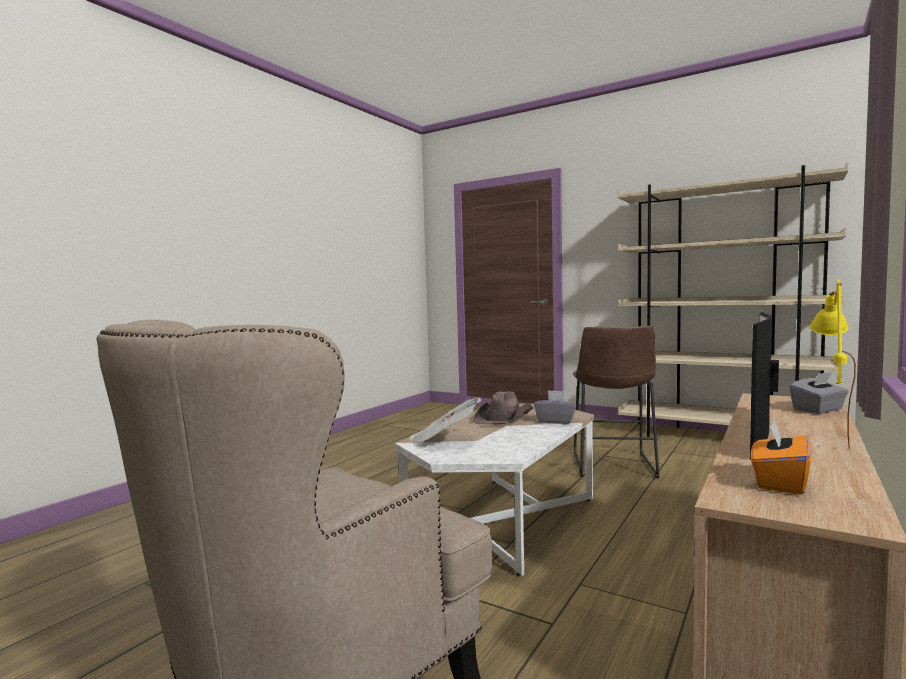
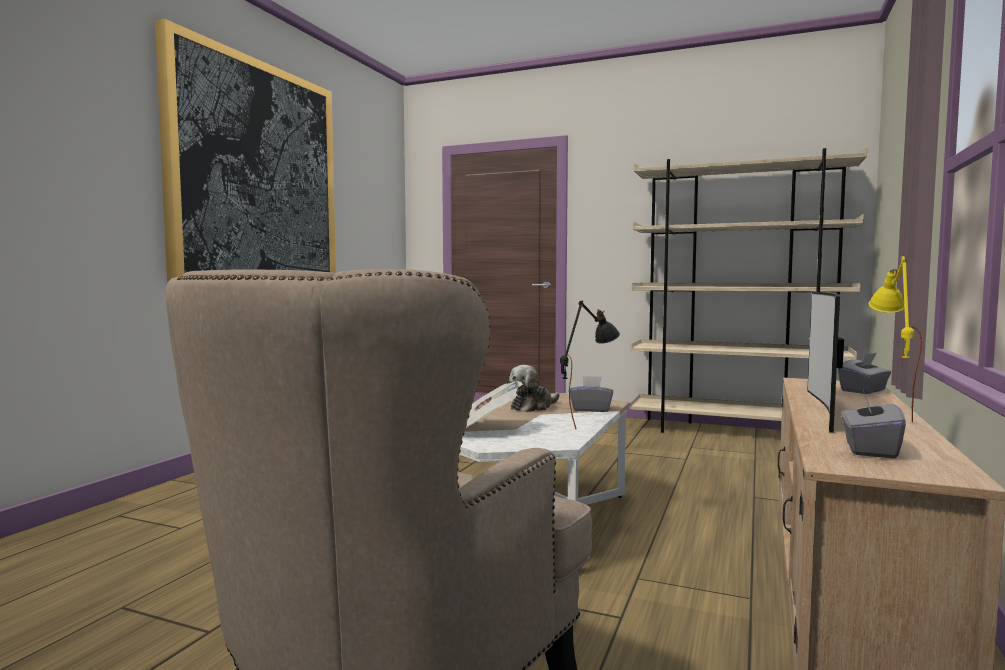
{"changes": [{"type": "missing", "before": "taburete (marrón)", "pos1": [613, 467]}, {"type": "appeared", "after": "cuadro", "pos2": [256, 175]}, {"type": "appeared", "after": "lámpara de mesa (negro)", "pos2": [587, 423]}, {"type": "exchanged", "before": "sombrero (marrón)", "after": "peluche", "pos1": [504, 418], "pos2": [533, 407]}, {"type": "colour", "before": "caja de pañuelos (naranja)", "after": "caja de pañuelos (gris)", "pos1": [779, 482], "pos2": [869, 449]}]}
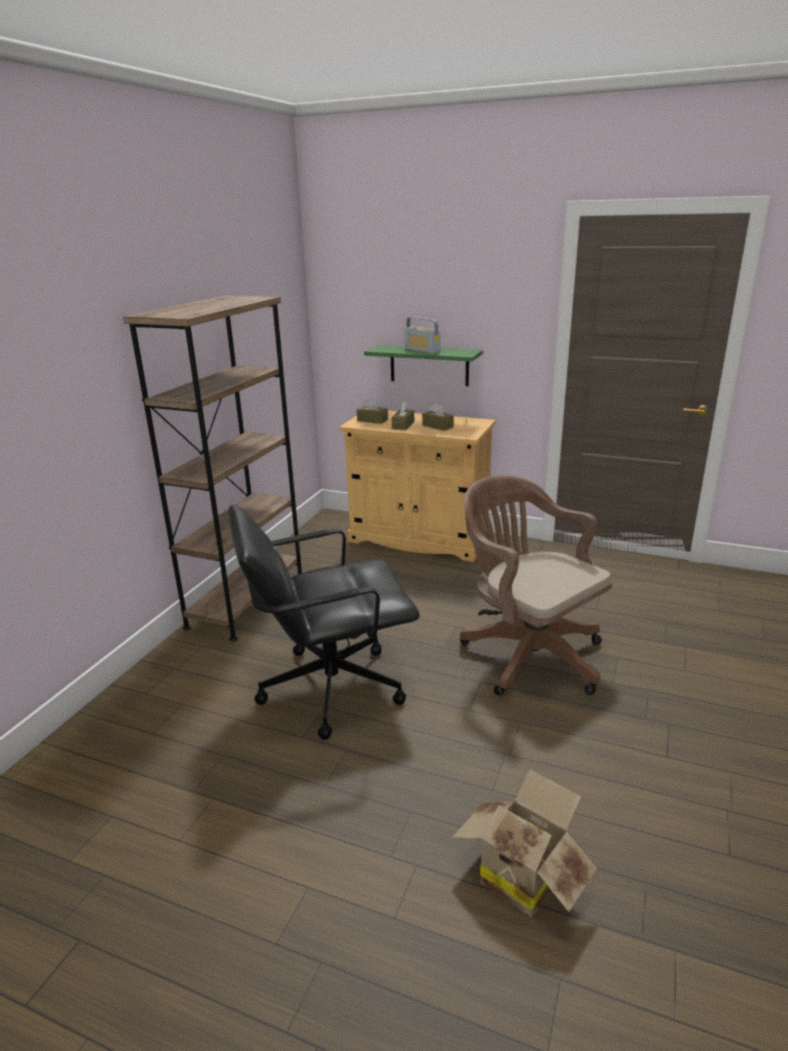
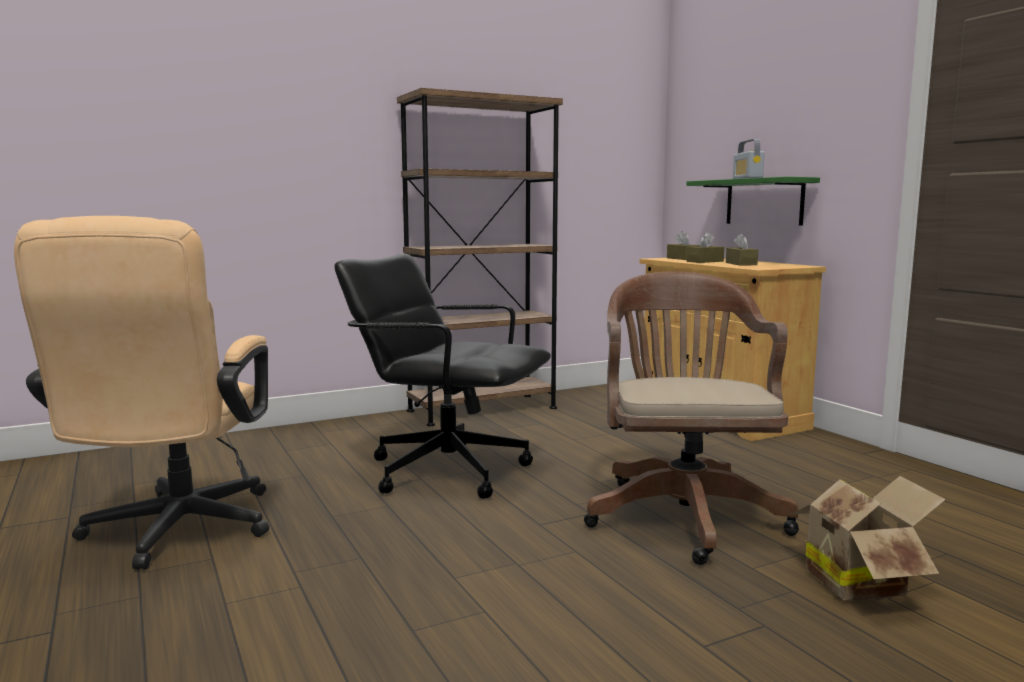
{"changes": [{"type": "appeared", "after": "silla de oficina (beis)", "pos2": [174, 533]}, {"type": "relocated", "before": "caja de cartón", "pos1": [522, 874], "pos2": [859, 582]}]}
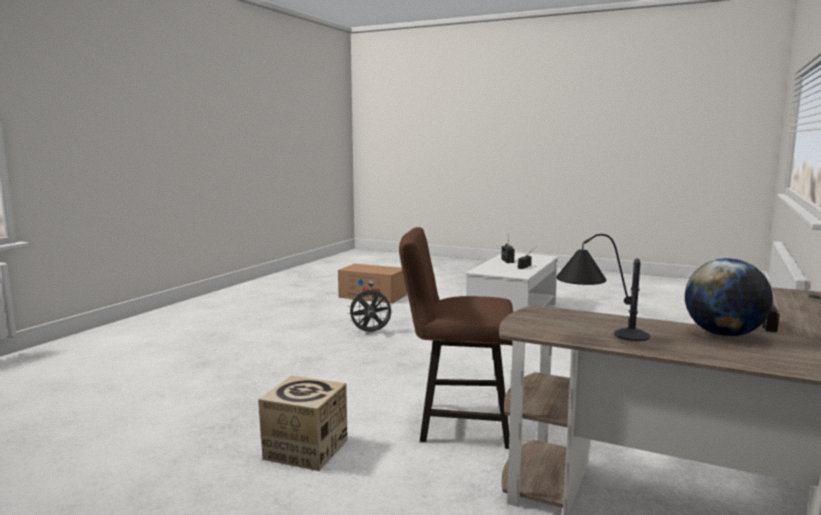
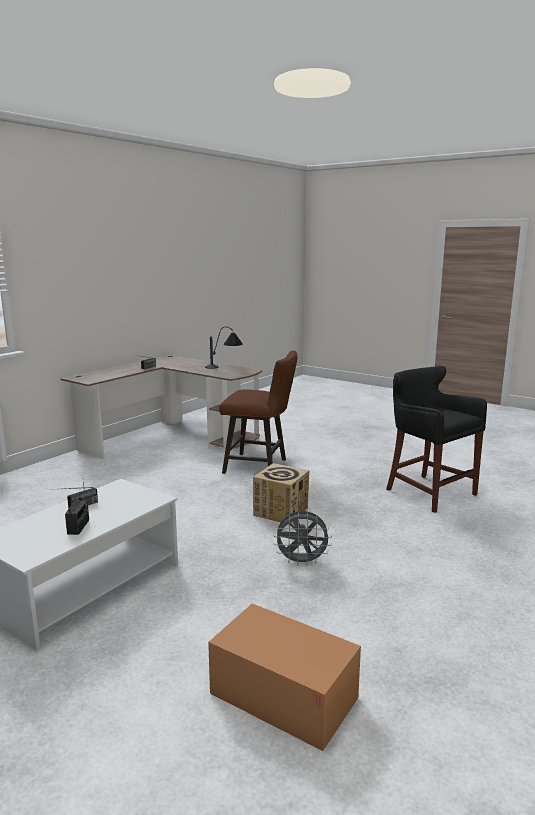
{"changes": [{"type": "missing", "before": "globo terráqueo", "pos1": [723, 334]}, {"type": "appeared", "after": "taburete (negro)", "pos2": [427, 491]}, {"type": "relocated", "before": "caja de cartón", "pos1": [305, 449], "pos2": [281, 511]}]}
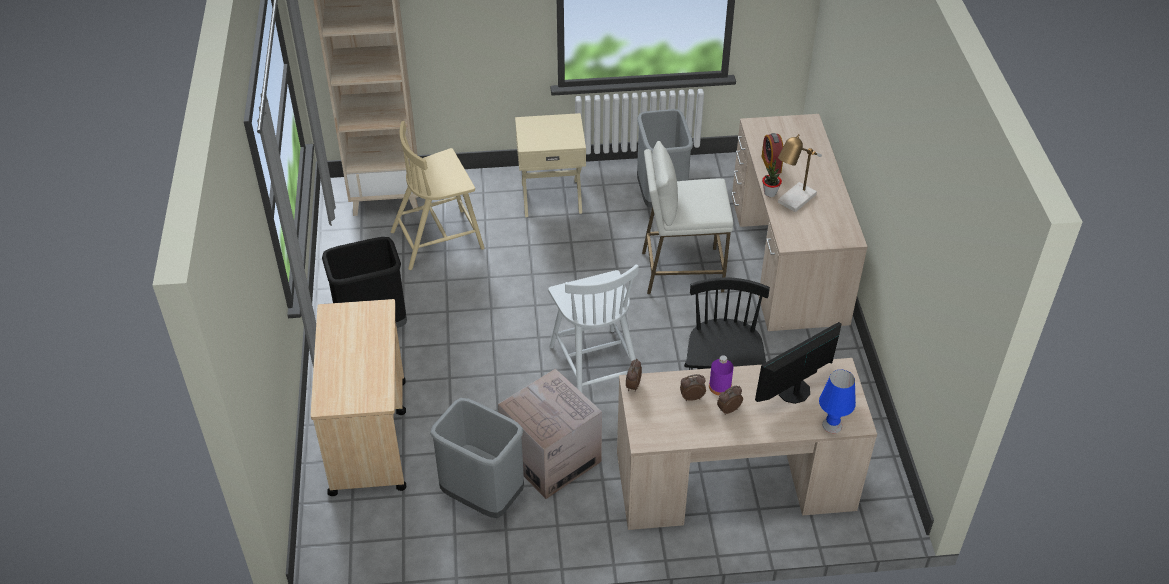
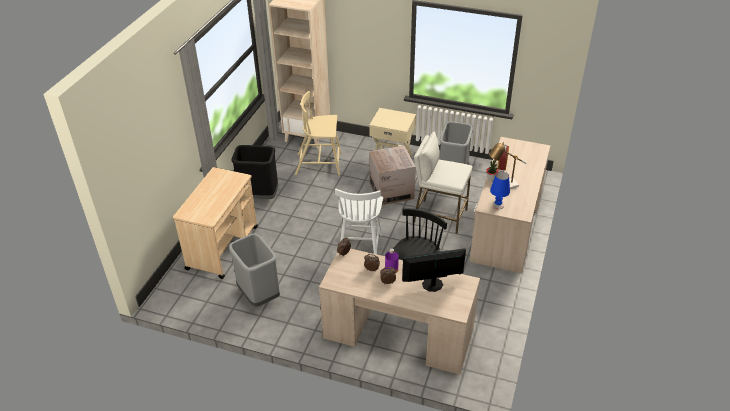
{"changes": [{"type": "relocated", "before": "caja de cartón", "pos1": [551, 457], "pos2": [391, 191]}, {"type": "relocated", "before": "lámpara de mesa (azul)", "pos1": [832, 425], "pos2": [498, 205]}]}
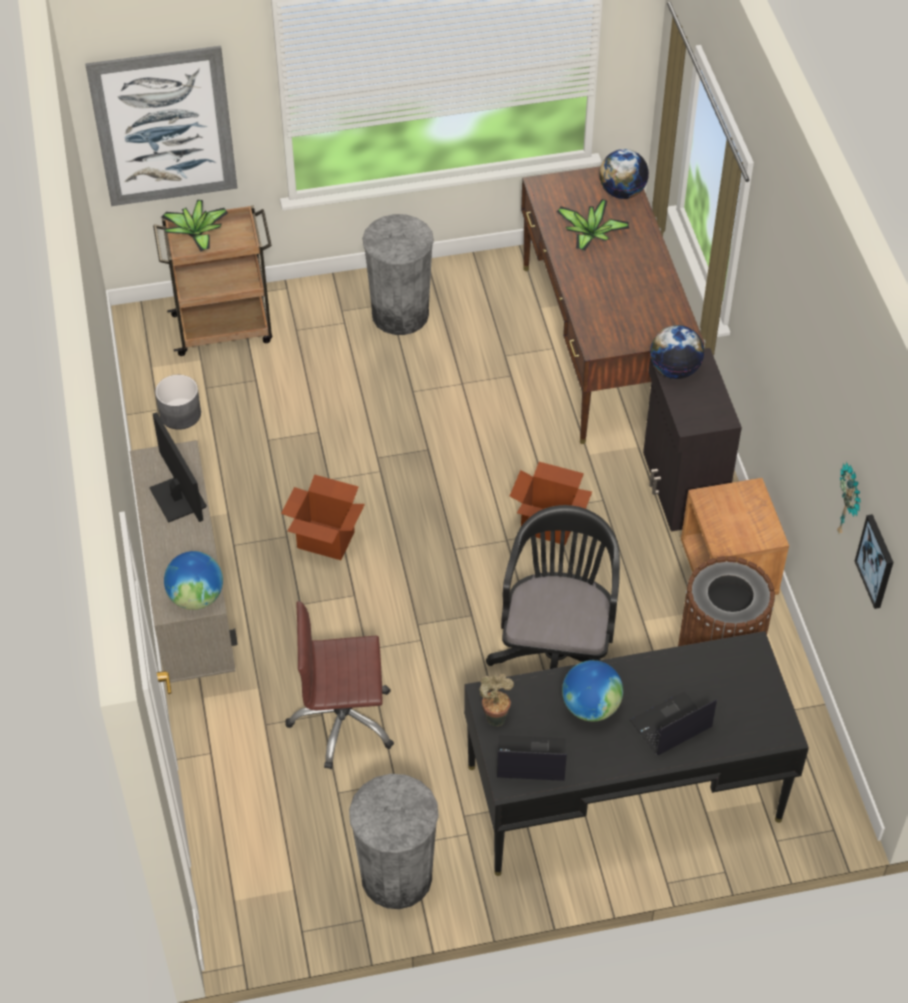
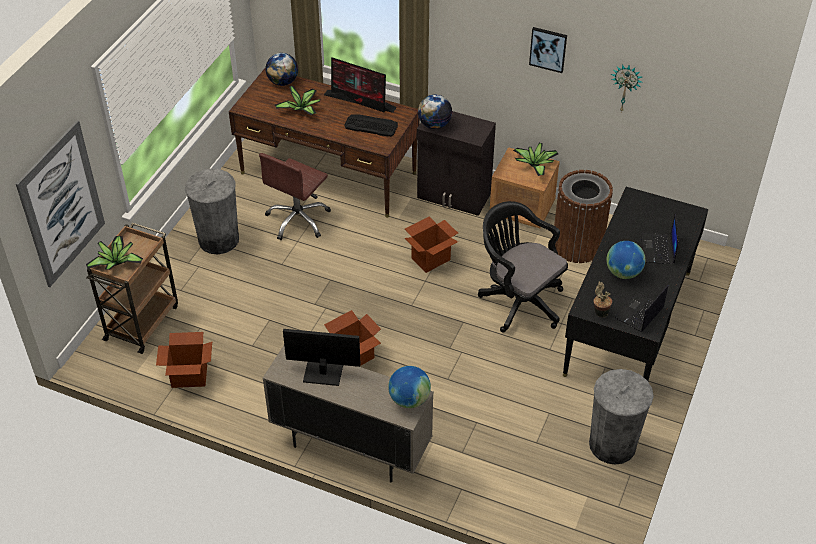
{"changes": [{"type": "appeared", "after": "monitor", "pos2": [360, 101]}, {"type": "appeared", "after": "teclado", "pos2": [371, 125]}, {"type": "appeared", "after": "planta en maceta", "pos2": [535, 165]}, {"type": "relocated", "before": "silla de oficina (marrón)", "pos1": [343, 722], "pos2": [298, 220]}, {"type": "relocated", "before": "cuadro", "pos1": [876, 561], "pos2": [548, 49]}, {"type": "exchanged", "before": "maceta (gris)", "after": "caja de cartón", "pos1": [180, 414], "pos2": [189, 376]}]}
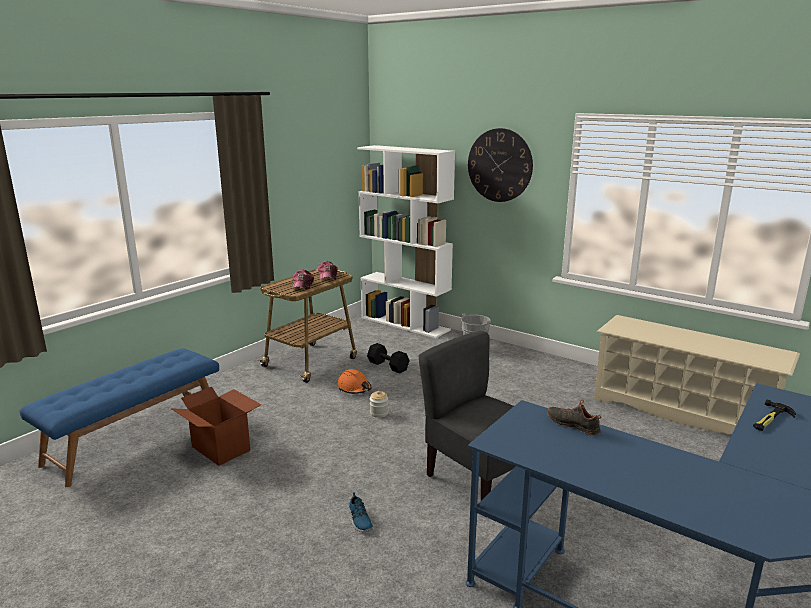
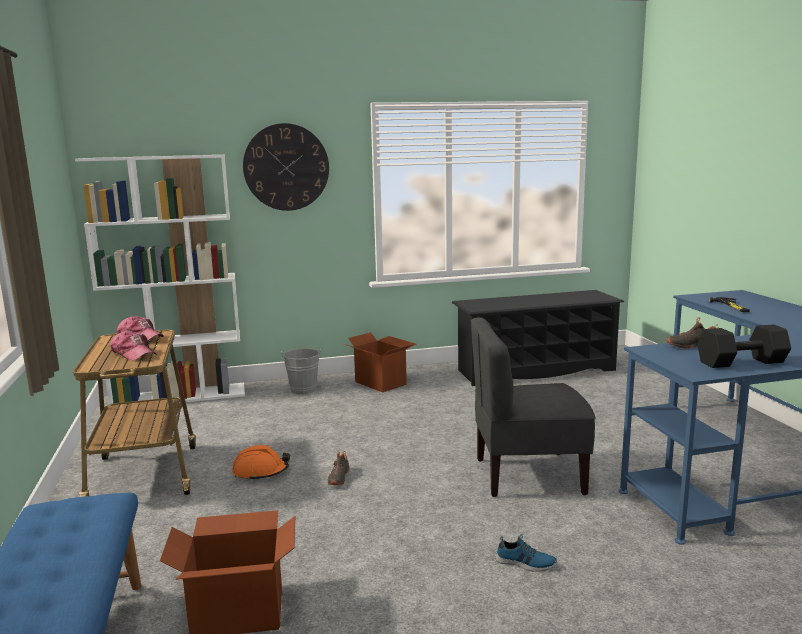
{"changes": [{"type": "appeared", "after": "caja de cartón", "pos2": [381, 383]}, {"type": "relocated", "before": "mancuerna (negro)", "pos1": [387, 366], "pos2": [741, 363]}, {"type": "exchanged", "before": "tarro", "after": "zapato (negro)", "pos1": [379, 413], "pos2": [338, 478]}, {"type": "colour", "before": "zapatero (beis)", "after": "zapatero (negro)", "pos1": [682, 412], "pos2": [535, 370]}]}
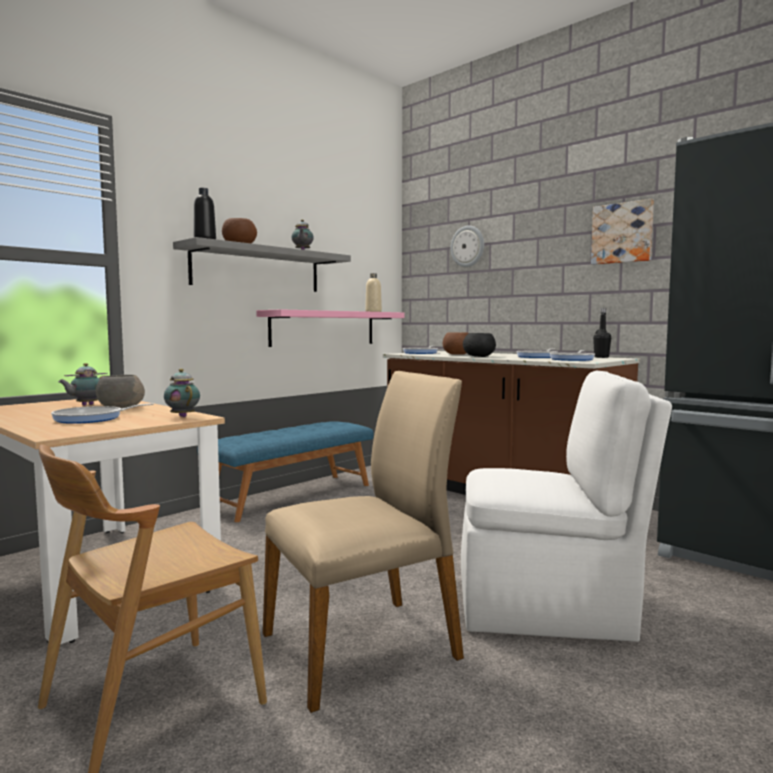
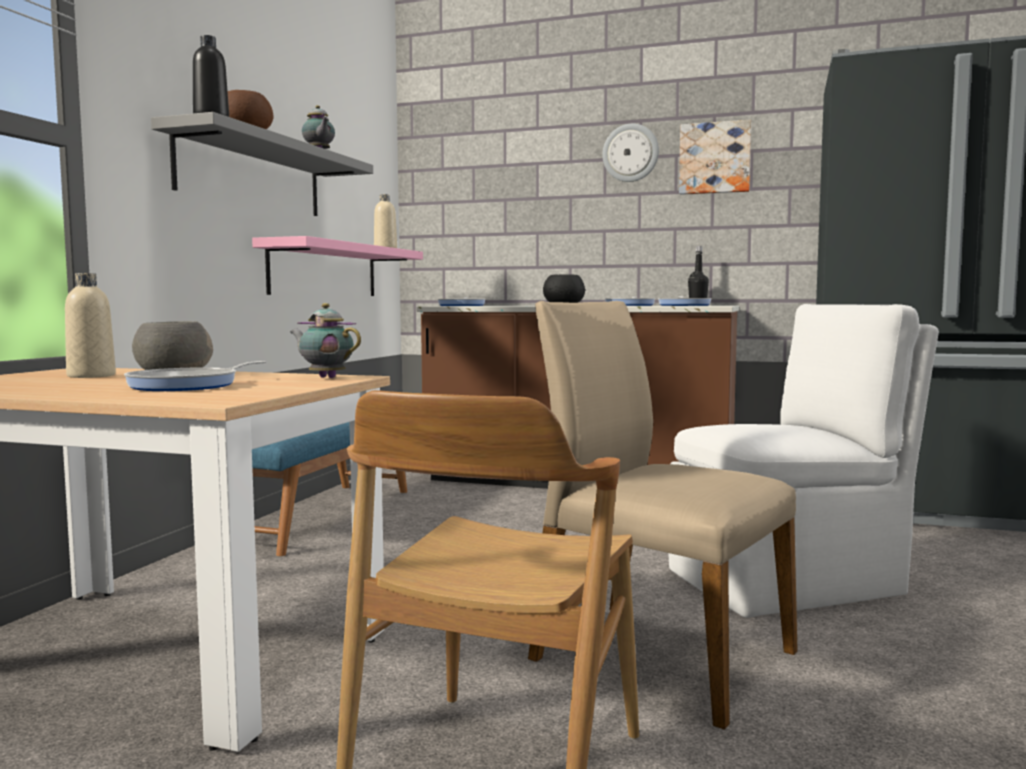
{"changes": [{"type": "missing", "before": "cuenco (marrón)", "pos1": [457, 354]}, {"type": "relocated", "before": "reloj de pared", "pos1": [467, 246], "pos2": [630, 153]}, {"type": "exchanged", "before": "tetera", "after": "botella (beis)", "pos1": [86, 405], "pos2": [91, 376]}, {"type": "spun", "before": "silla (beis)", "pos1": [363, 646], "pos2": [658, 655], "turn": -90}]}
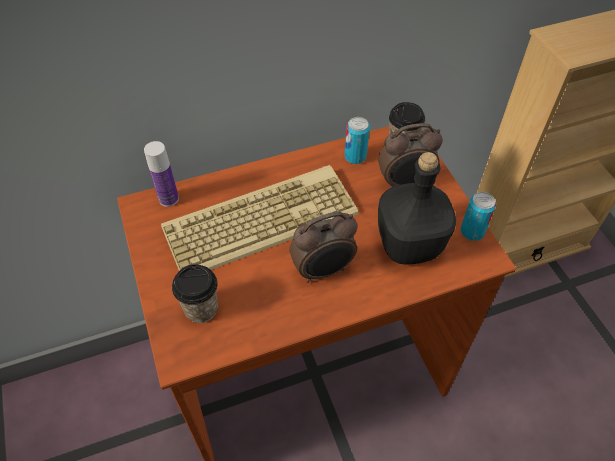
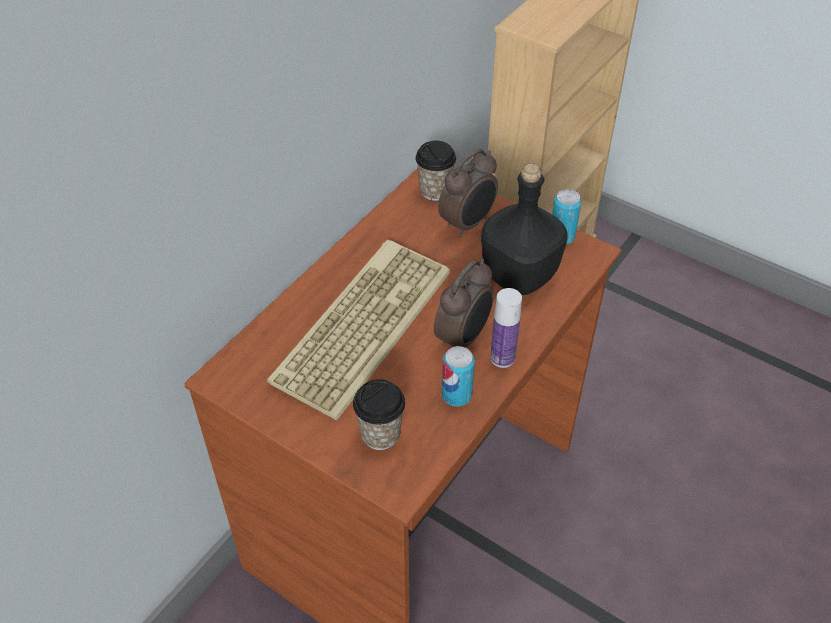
{"changes": [{"type": "relocated", "before": "botella", "pos1": [168, 199], "pos2": [502, 358]}, {"type": "relocated", "before": "lata", "pos1": [355, 157], "pos2": [456, 395]}]}
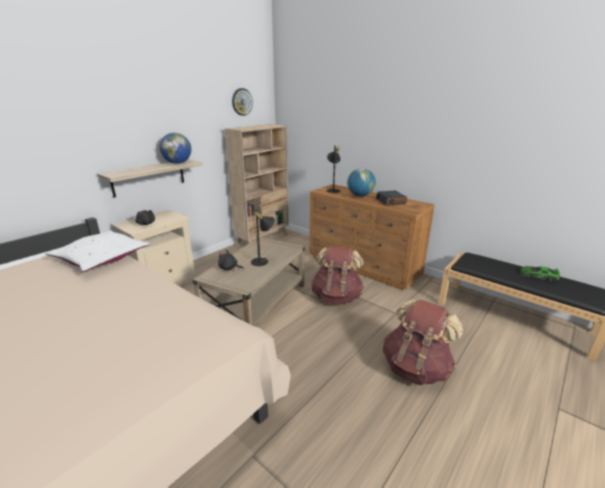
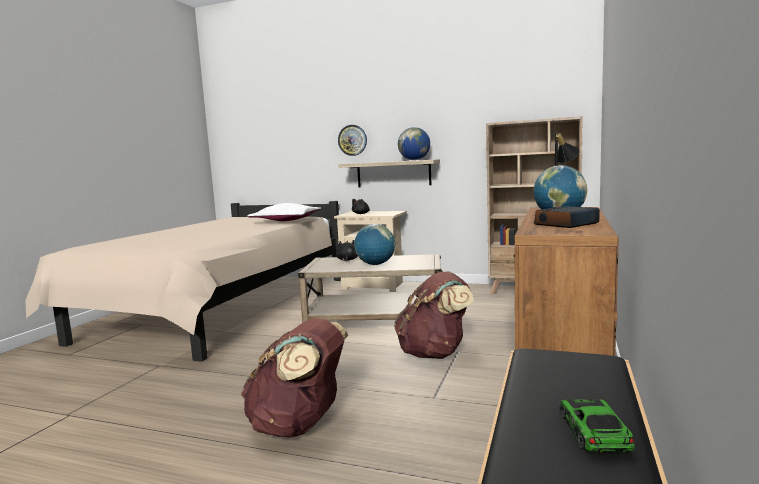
{"changes": [{"type": "relocated", "before": "reloj de pared", "pos1": [242, 102], "pos2": [352, 140]}, {"type": "exchanged", "before": "lámpara de mesa (negro)", "after": "globo terráqueo", "pos1": [263, 261], "pos2": [375, 264]}]}
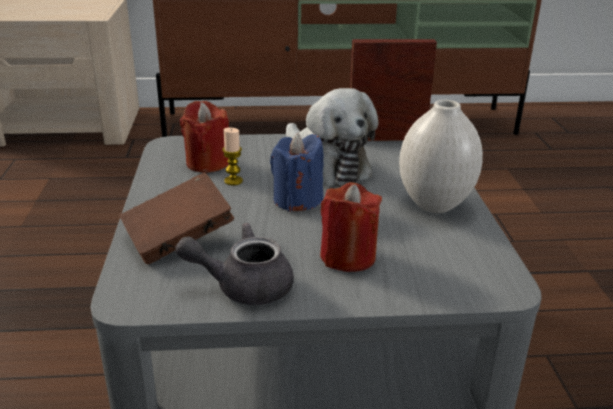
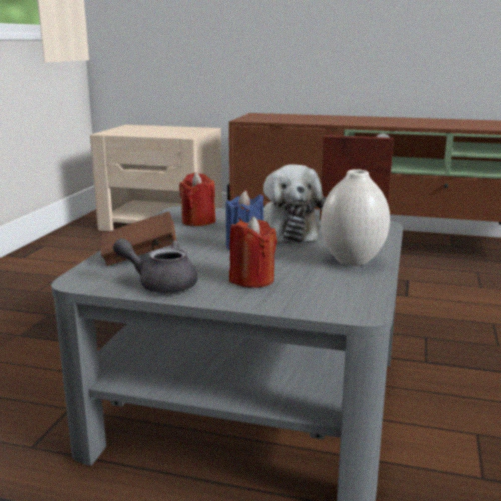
{"changes": [{"type": "missing", "before": "vela", "pos1": [233, 181]}]}
